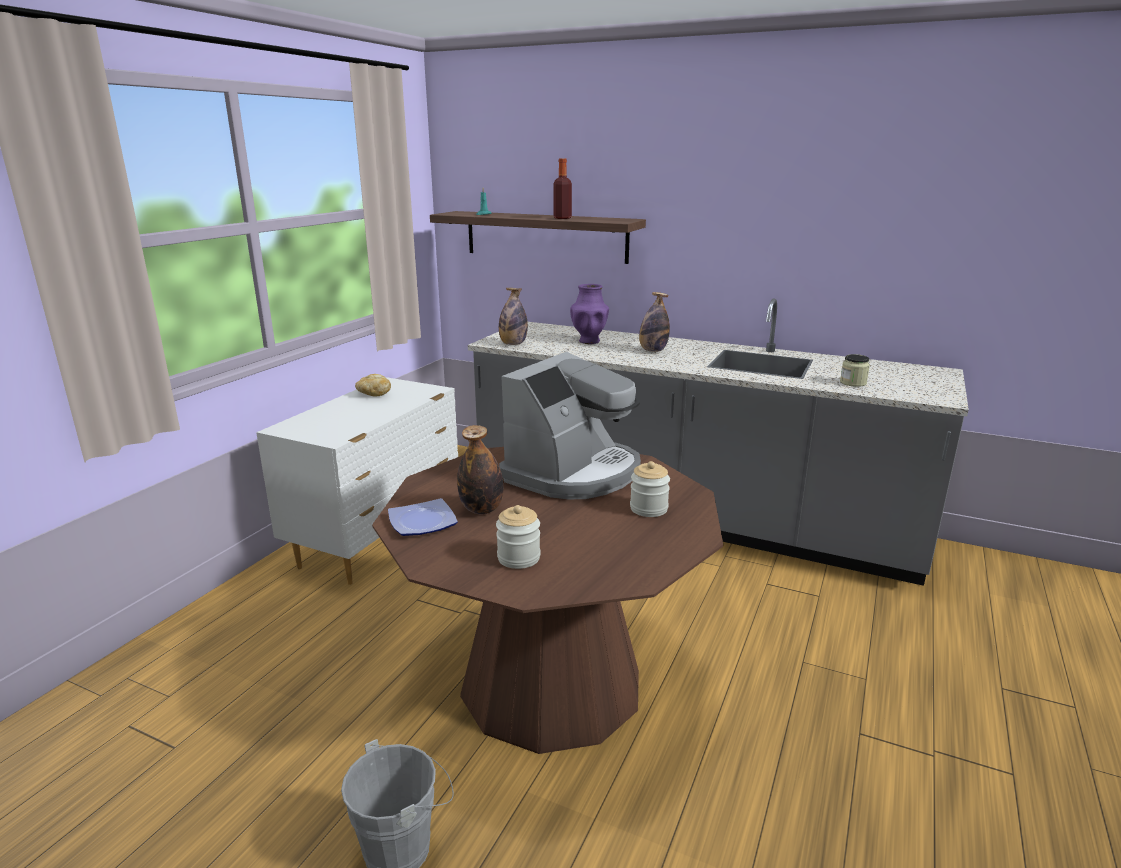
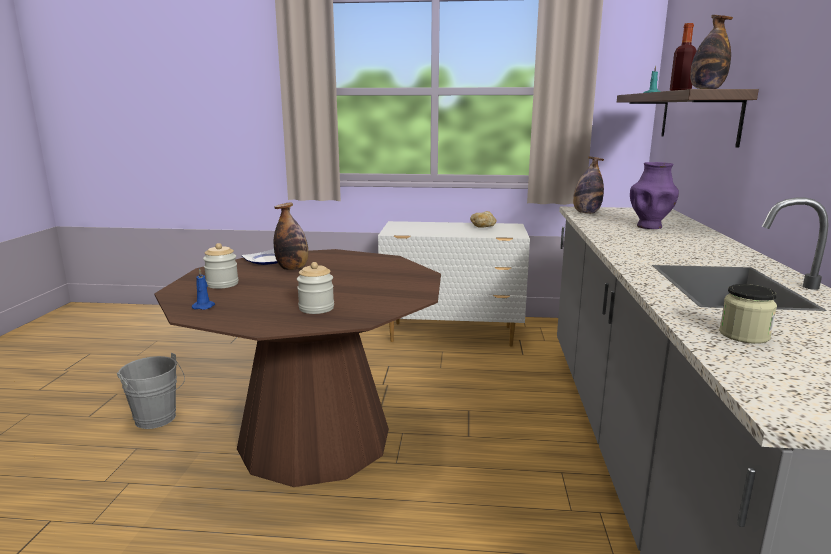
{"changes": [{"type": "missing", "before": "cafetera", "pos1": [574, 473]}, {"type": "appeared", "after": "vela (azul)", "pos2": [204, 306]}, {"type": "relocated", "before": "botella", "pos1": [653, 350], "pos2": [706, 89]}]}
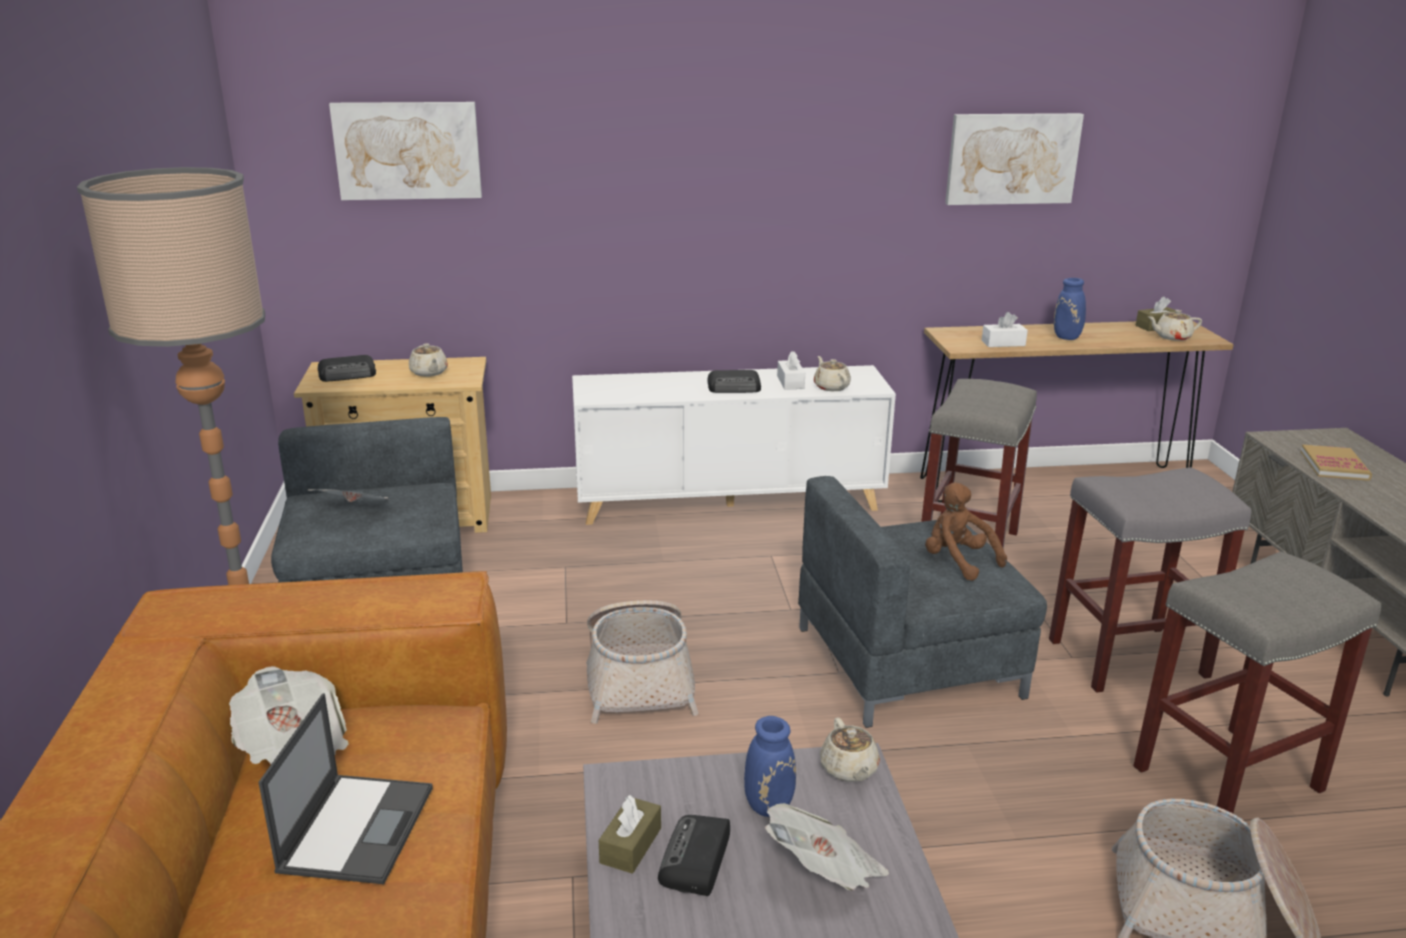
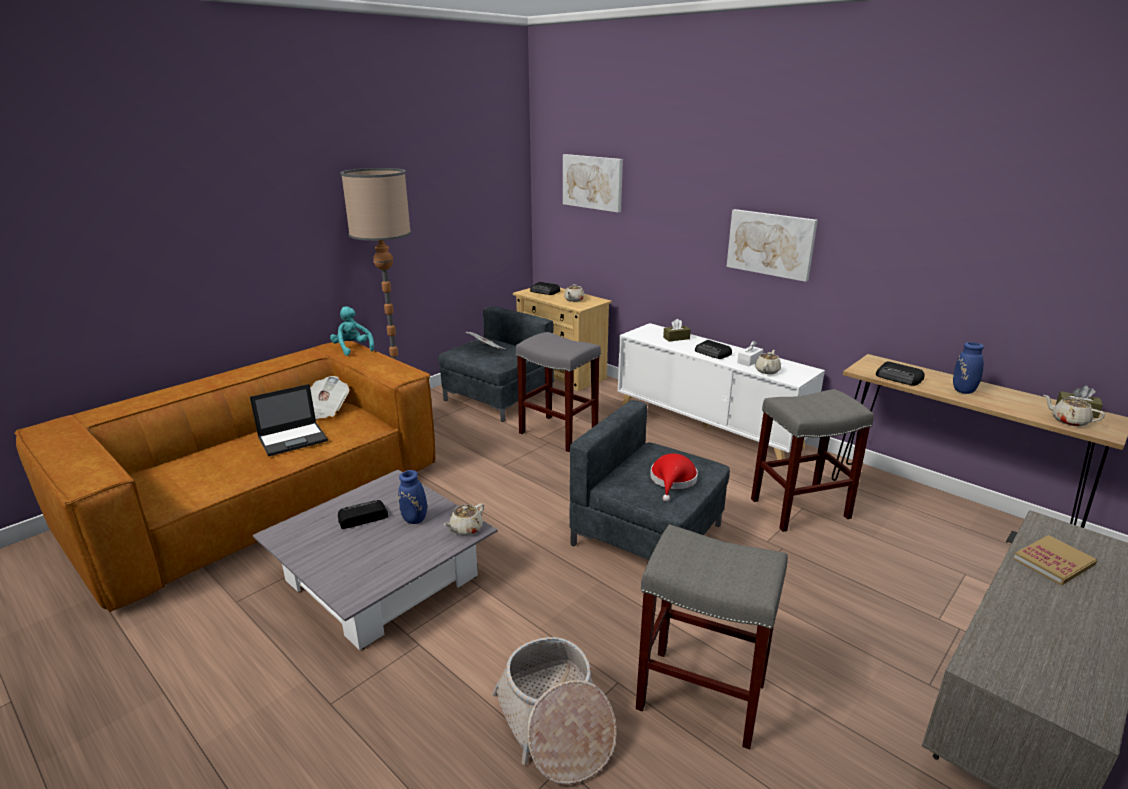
{"changes": [{"type": "missing", "before": "cesta", "pos1": [639, 678]}, {"type": "missing", "before": "periódico", "pos1": [825, 872]}, {"type": "appeared", "after": "peluche (turquesa)", "pos2": [352, 349]}, {"type": "relocated", "before": "caja de pañuelos (marrón)", "pos1": [630, 845], "pos2": [676, 338]}, {"type": "relocated", "before": "cuadro", "pos1": [1012, 158], "pos2": [770, 244]}, {"type": "relocated", "before": "taburete (gris)", "pos1": [1129, 657], "pos2": [559, 433]}, {"type": "exchanged", "before": "peluche (marrón)", "after": "sombrero (rojo)", "pos1": [957, 561], "pos2": [672, 481]}, {"type": "exchanged", "before": "caja de pañuelos (blanco)", "after": "radio", "pos1": [1003, 343], "pos2": [899, 378]}]}
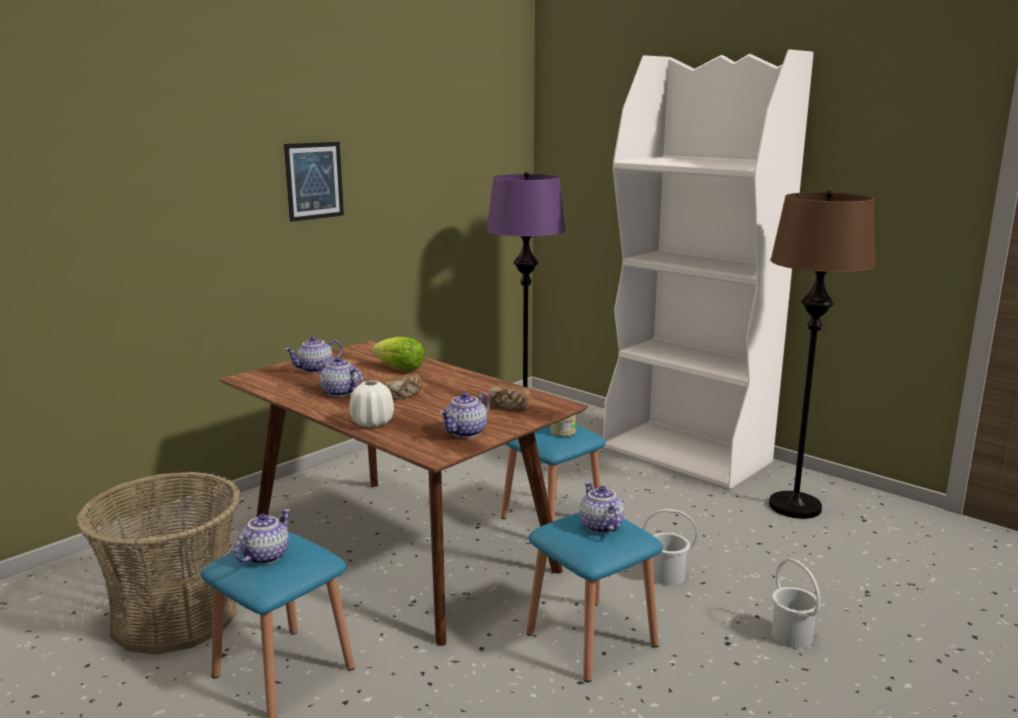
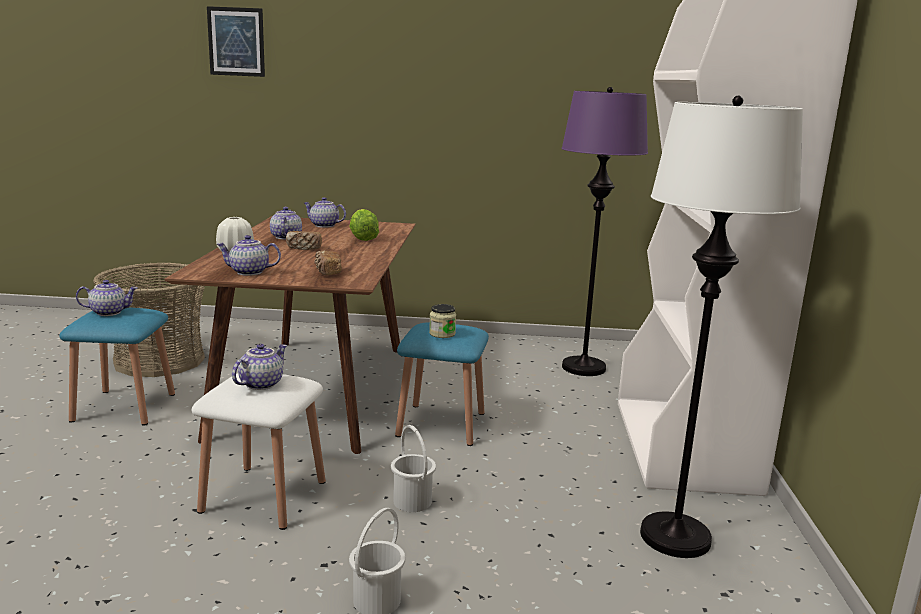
{"changes": [{"type": "relocated", "before": "cuadro", "pos1": [314, 181], "pos2": [236, 42]}, {"type": "colour", "before": "taburete (azul)", "after": "taburete (blanco)", "pos1": [591, 639], "pos2": [264, 496]}, {"type": "colour", "before": "lámpara de pie (marrón)", "after": "lámpara de pie (blanco)", "pos1": [795, 507], "pos2": [675, 537]}]}
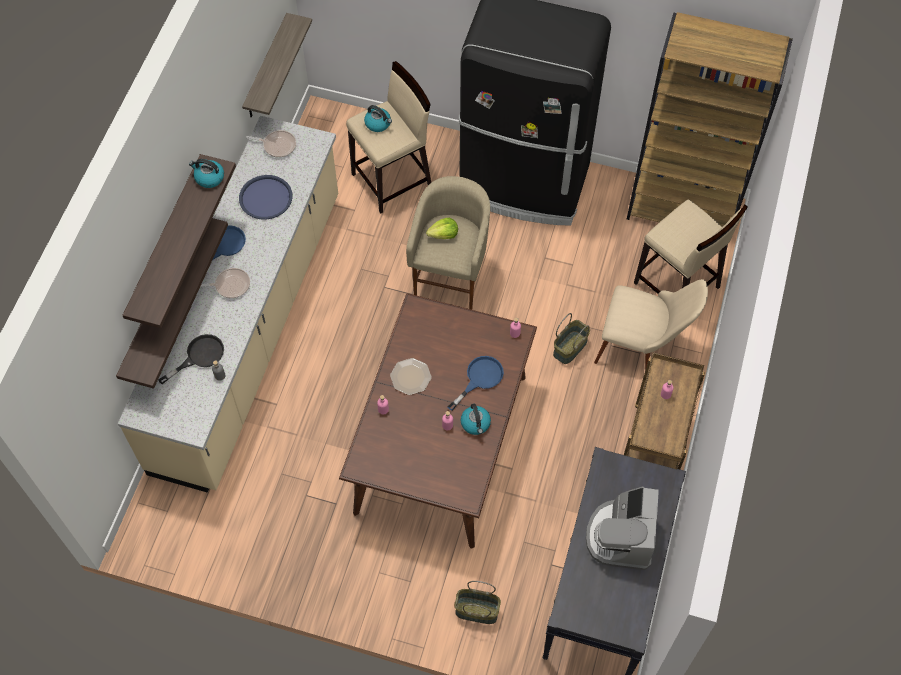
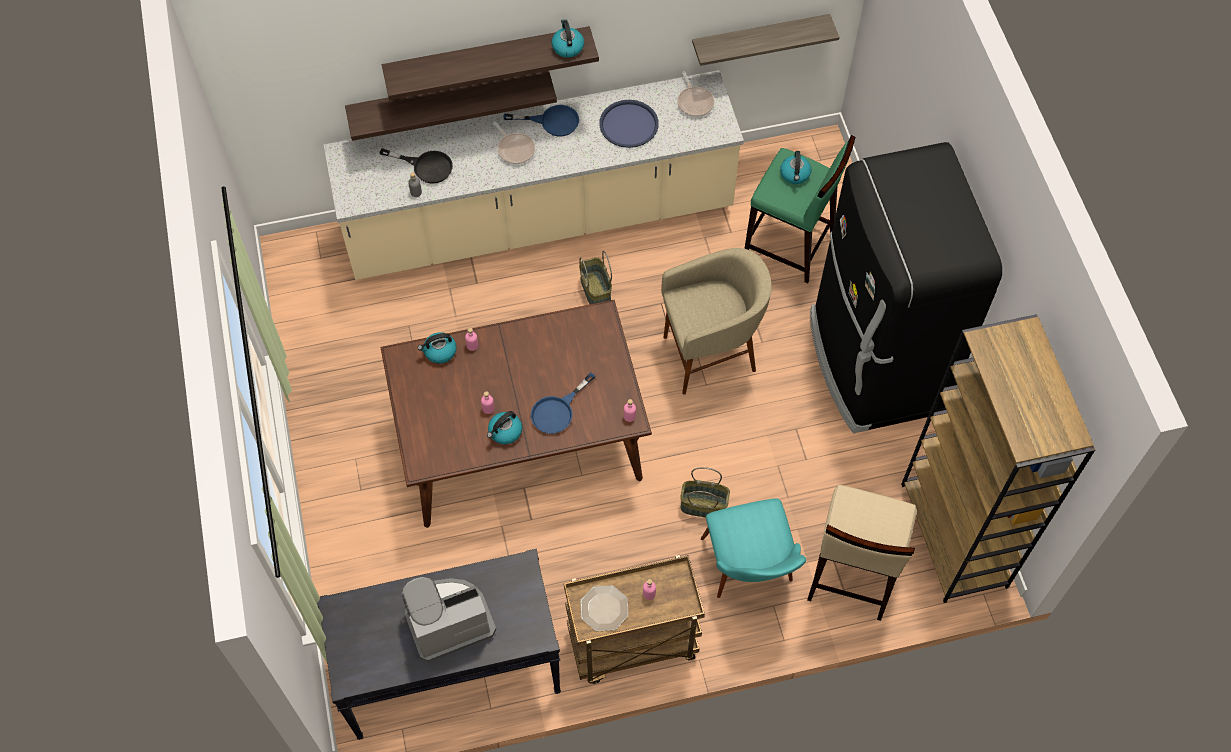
{"changes": [{"type": "missing", "before": "lechuga", "pos1": [444, 235]}, {"type": "appeared", "after": "hervidor", "pos2": [439, 352]}, {"type": "relocated", "before": "plato", "pos1": [410, 376], "pos2": [604, 608]}, {"type": "relocated", "before": "cesta", "pos1": [476, 611], "pos2": [595, 289]}, {"type": "colour", "before": "taburete (beis)", "after": "taburete (verde)", "pos1": [393, 180], "pos2": [789, 246]}, {"type": "colour", "before": "silla (beis)", "after": "silla (turquesa)", "pos1": [641, 346], "pos2": [750, 574]}, {"type": "spun", "before": "sartén (azul)", "pos1": [480, 378], "pos2": [557, 411], "turn": 120}]}
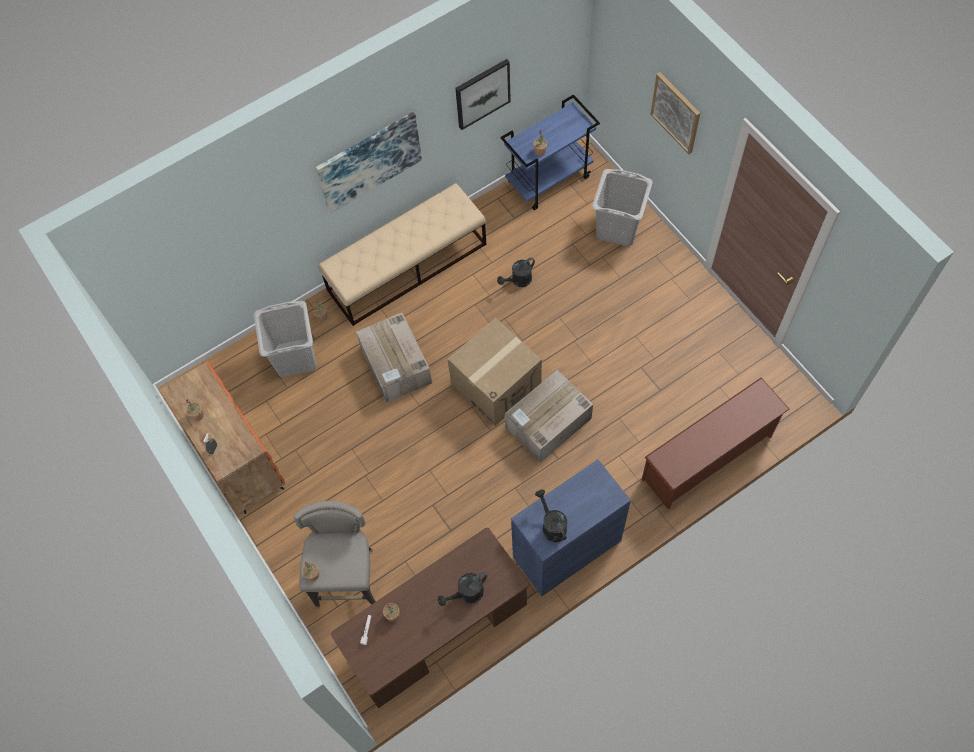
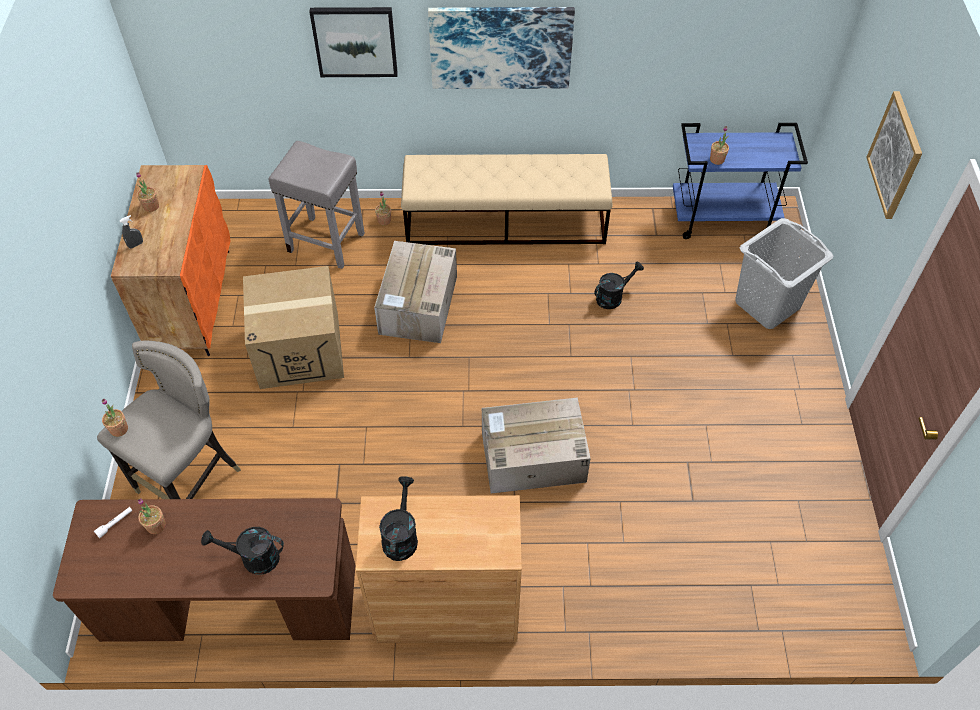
{"changes": [{"type": "missing", "before": "zapatero (marrón)", "pos1": [708, 459]}, {"type": "relocated", "before": "caja de cartón", "pos1": [496, 384], "pos2": [300, 349]}, {"type": "relocated", "before": "cuadro", "pos1": [482, 93], "pos2": [355, 41]}, {"type": "exchanged", "before": "cesto de la ropa (gris)", "after": "taburete (gris)", "pos1": [295, 357], "pos2": [327, 242]}, {"type": "colour", "before": "armario (azul)", "after": "armario (marrón)", "pos1": [567, 549], "pos2": [446, 608]}, {"type": "spun", "before": "regadera (negro)", "pos1": [518, 281], "pos2": [613, 296], "turn": 150}]}
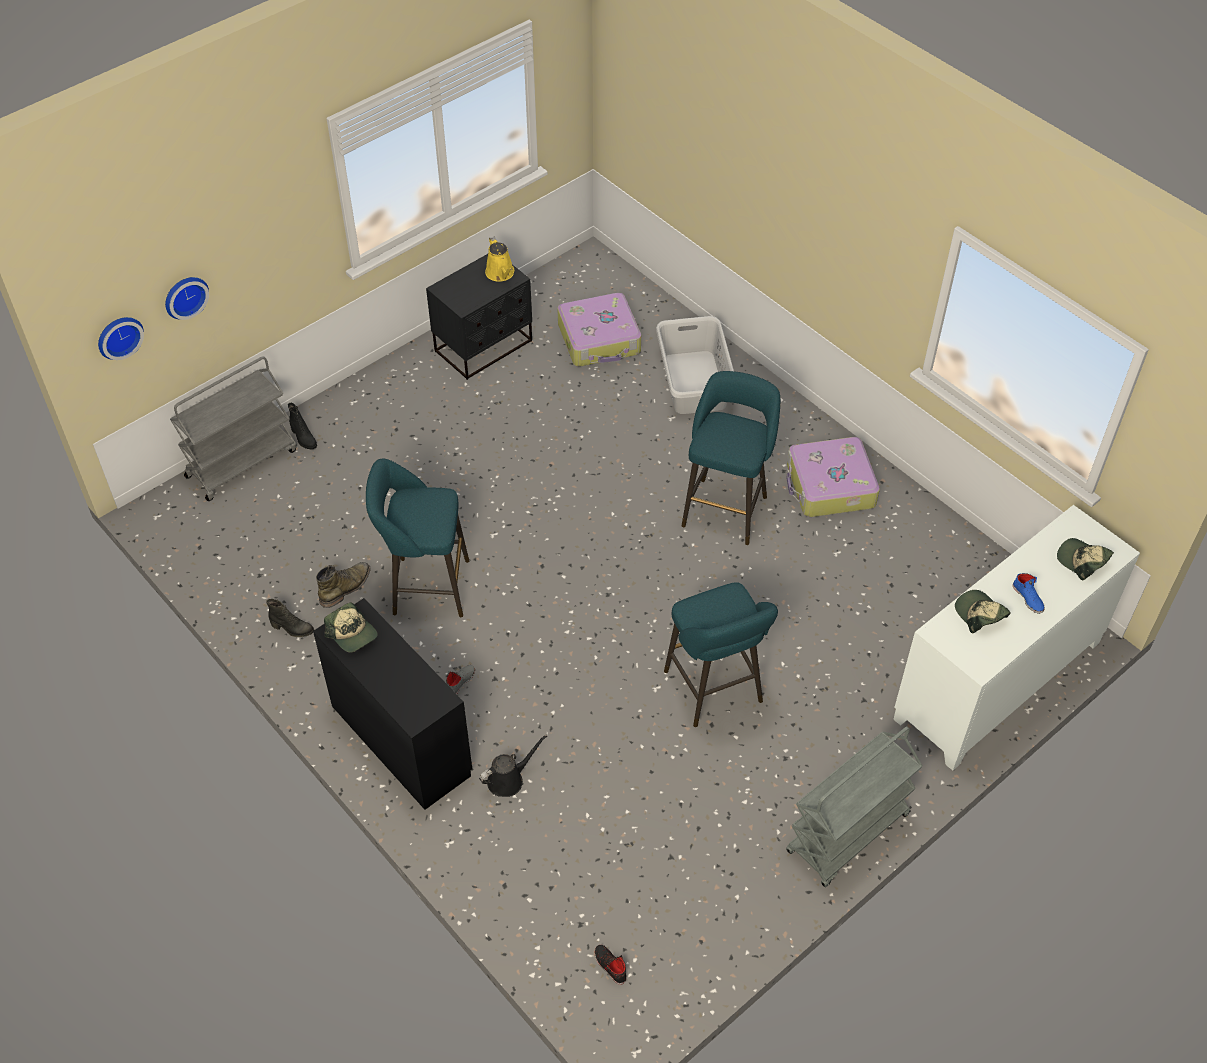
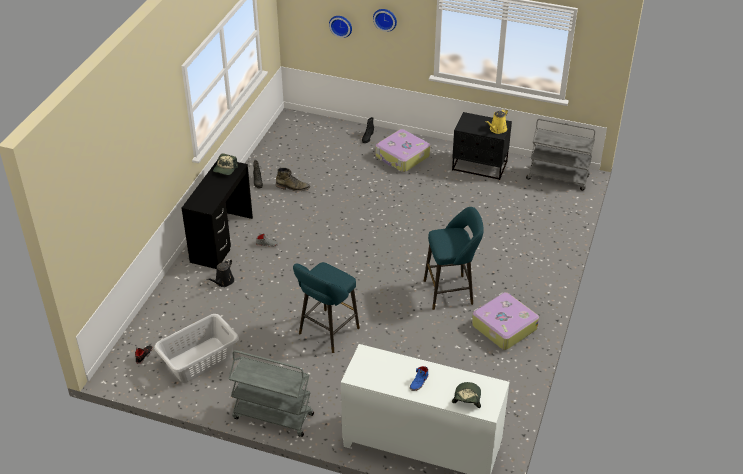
{"changes": [{"type": "missing", "before": "taburete (turquesa)", "pos1": [425, 587]}, {"type": "missing", "before": "gorra", "pos1": [980, 614]}, {"type": "relocated", "before": "reloj de pared", "pos1": [118, 336], "pos2": [385, 19]}, {"type": "relocated", "before": "carrito (gris)", "pos1": [242, 462], "pos2": [558, 177]}, {"type": "relocated", "before": "maleta", "pos1": [600, 339], "pos2": [402, 157]}, {"type": "relocated", "before": "cesto de la ropa (gris)", "pos1": [693, 383], "pos2": [198, 360]}, {"type": "spun", "before": "regadera (negro)", "pos1": [508, 779], "pos2": [223, 282], "turn": 90}]}
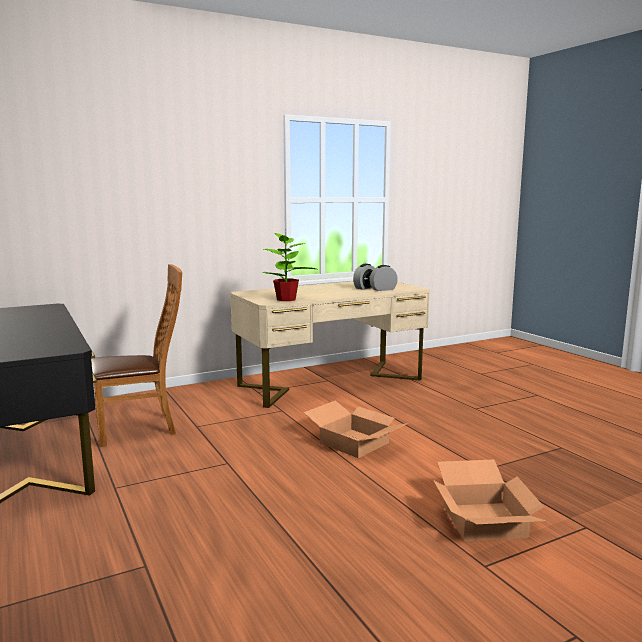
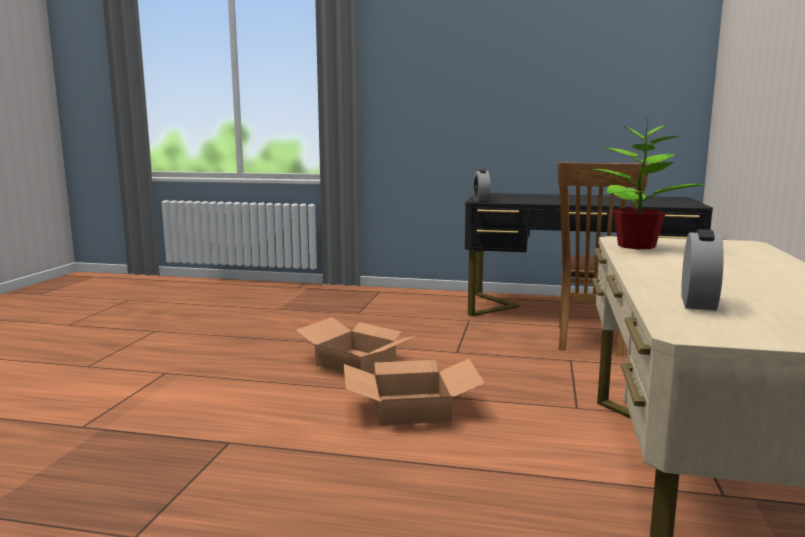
{"changes": [{"type": "relocated", "before": "despertador", "pos1": [365, 288], "pos2": [481, 199]}, {"type": "relocated", "before": "caja de cartón", "pos1": [482, 520], "pos2": [357, 362]}]}
